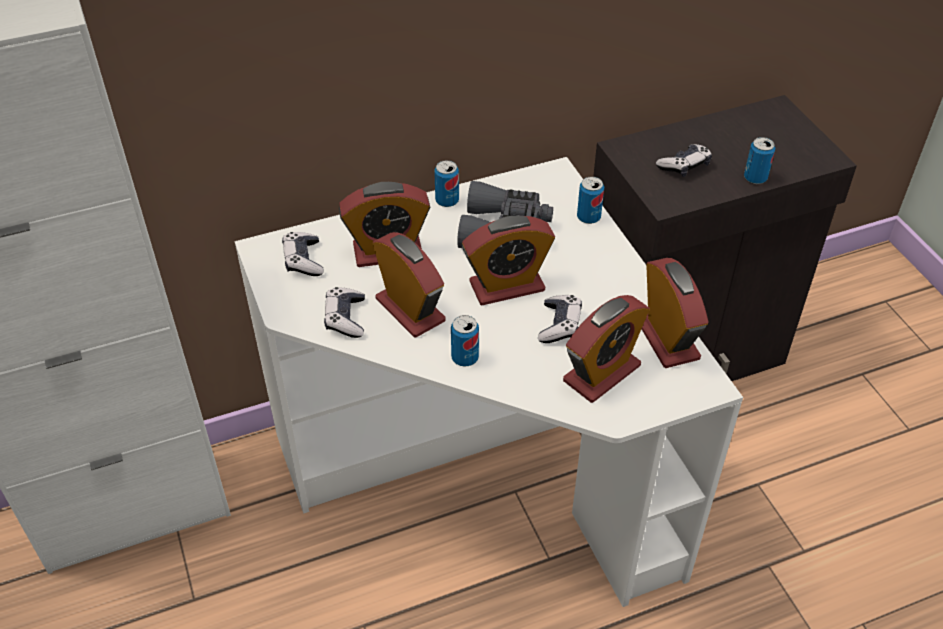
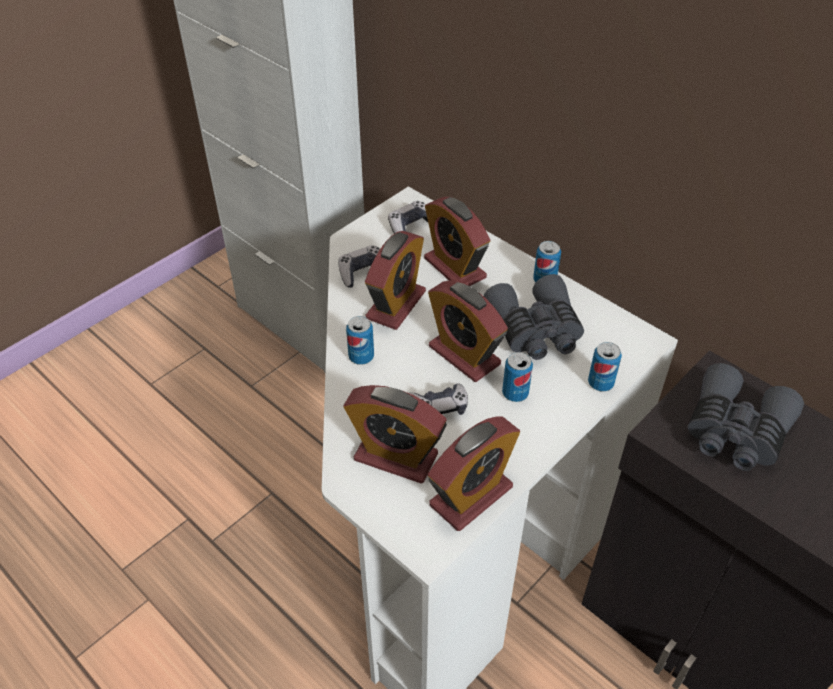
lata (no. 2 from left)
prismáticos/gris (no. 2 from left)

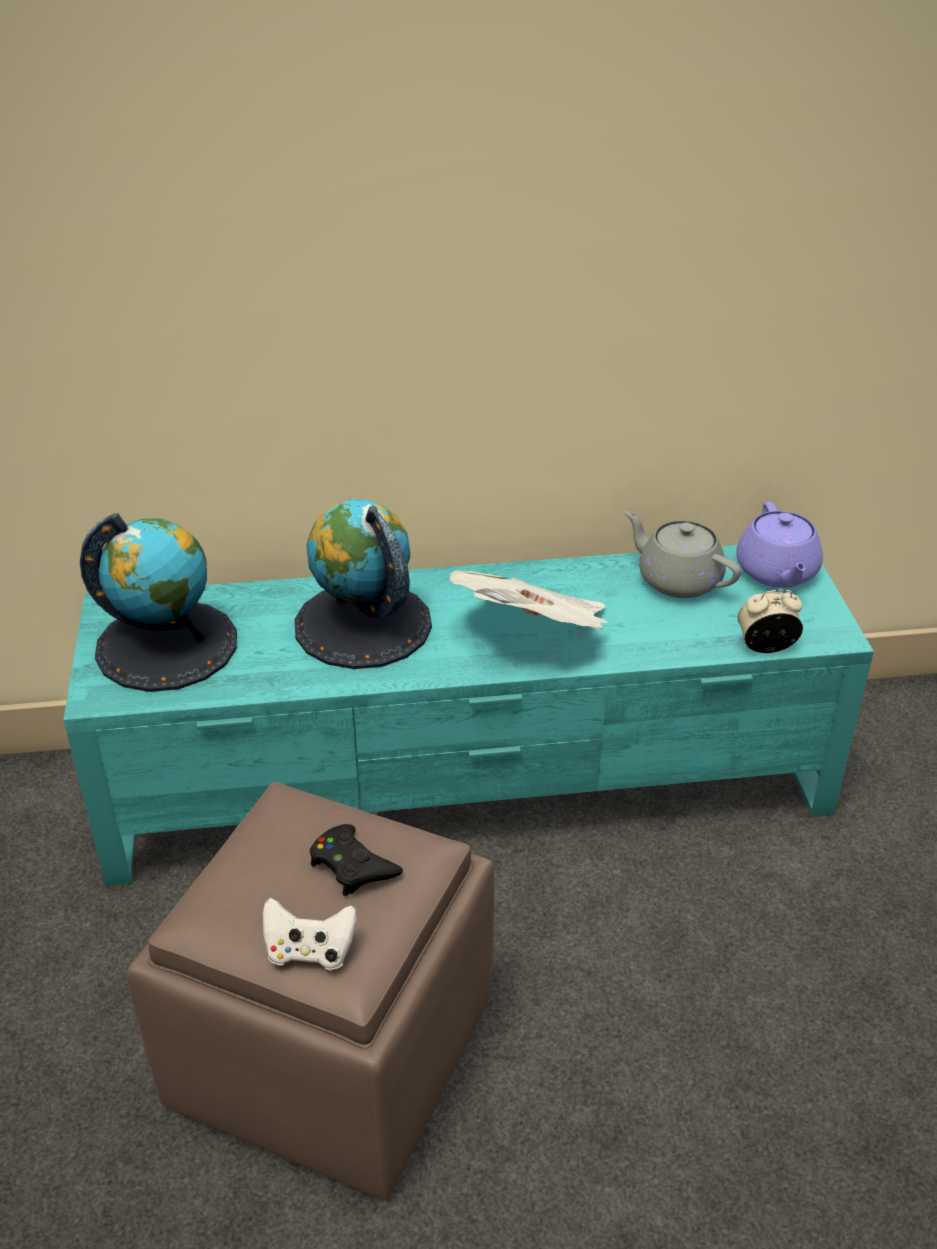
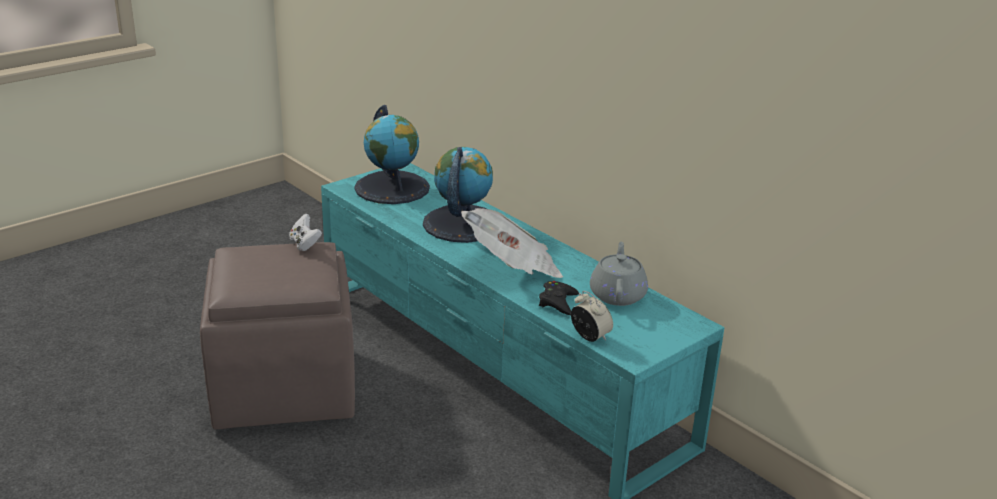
tetera/morado
mando de consola/blanco
mando de consola/negro

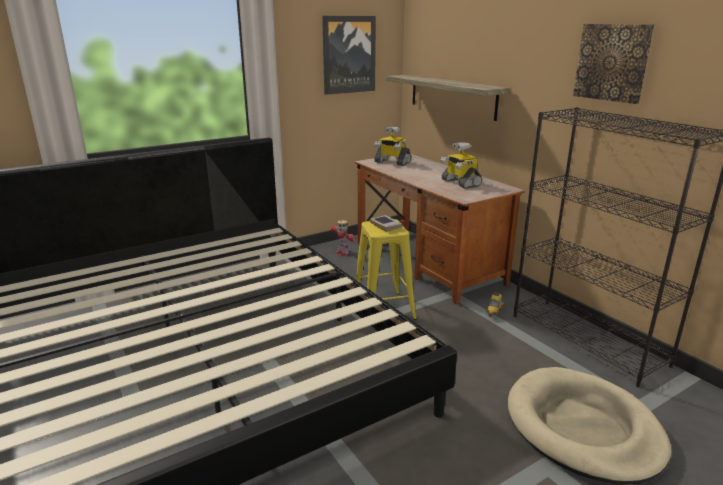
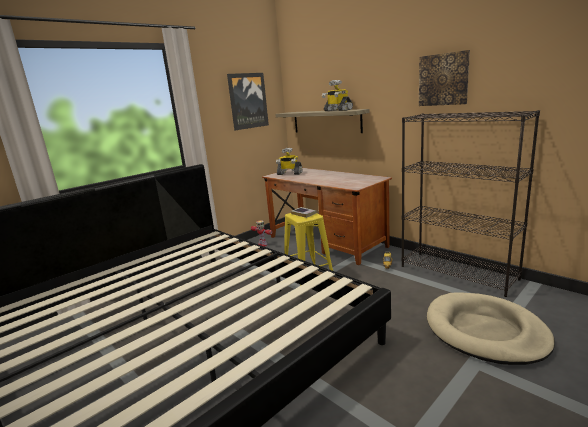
robot de juguete (no. 3 from left)

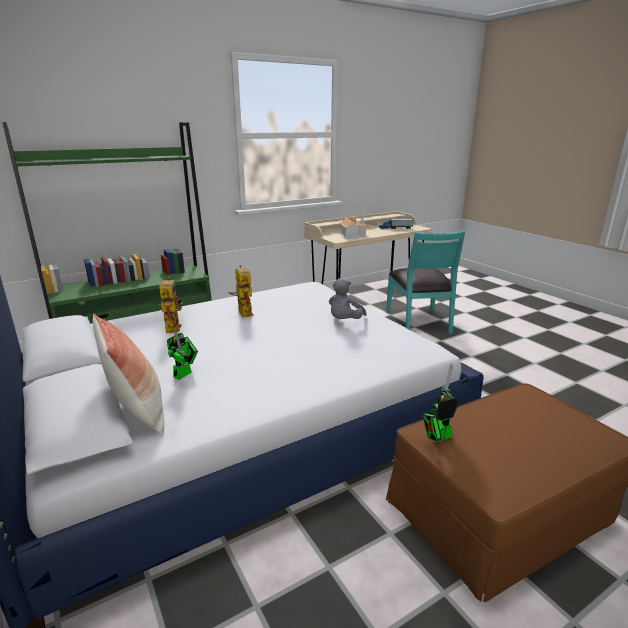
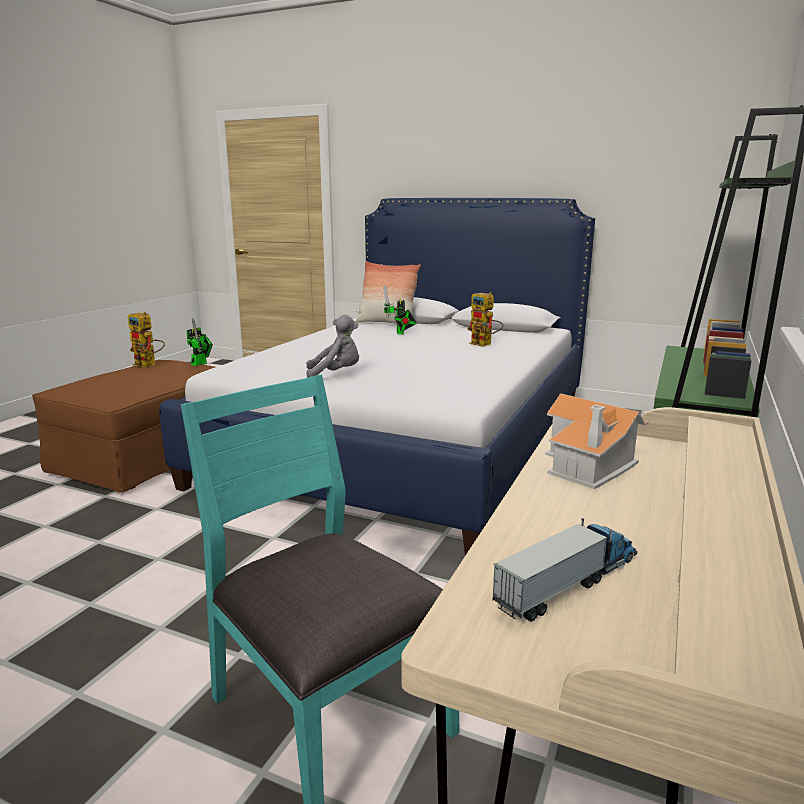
robot de juguete (no. 1 from left)
peluche/gris

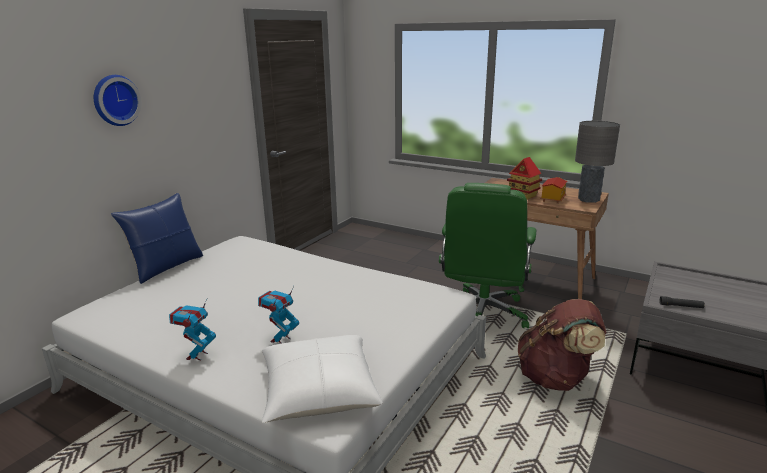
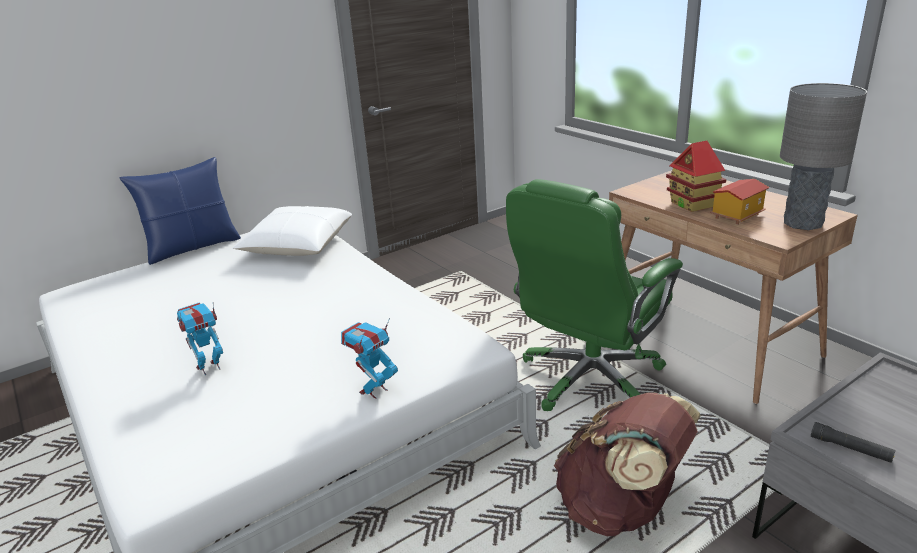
reloj de pared
robot de juguete (no. 2 from left)
cojín/blanco

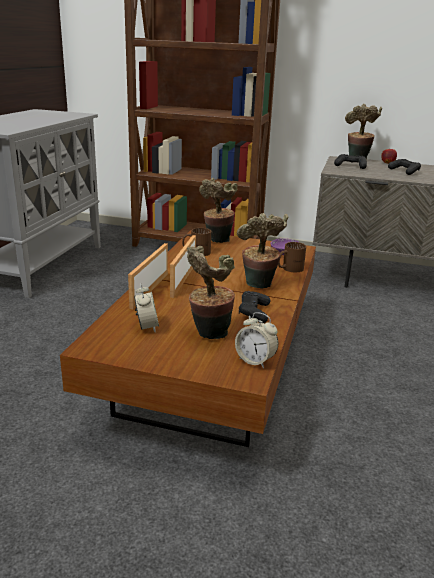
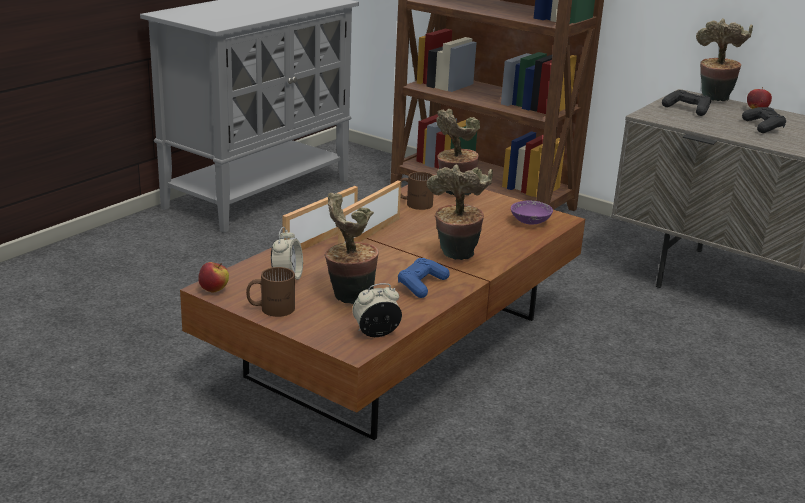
manzana (no. 1 from left)
taza grande/marrón (no. 1 from left)
mando de consola/azul
despertador (no. 2 from left)

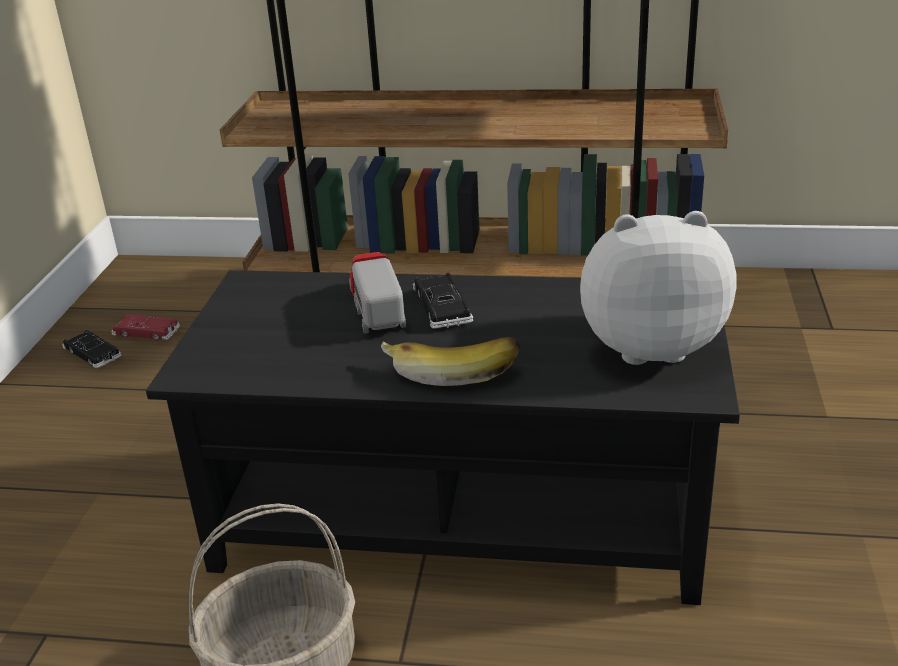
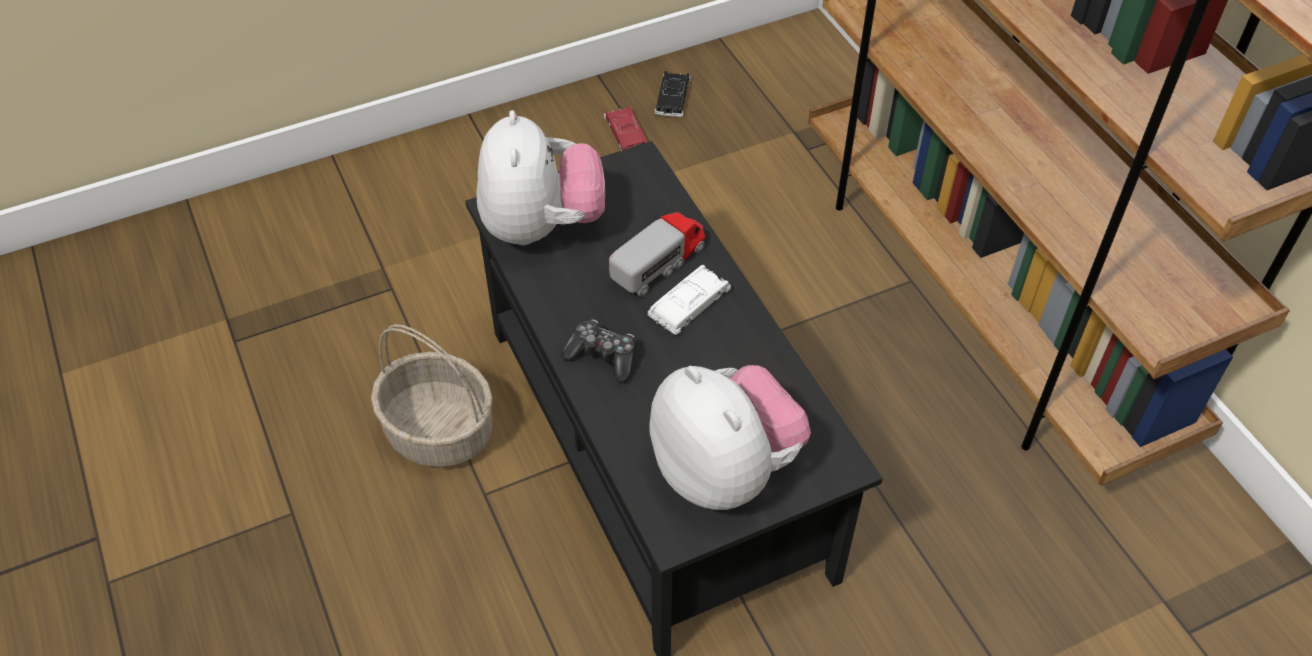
peluche (no. 1 from left)
coche de juguete/rojo
mando de consola
coche de juguete/blanco

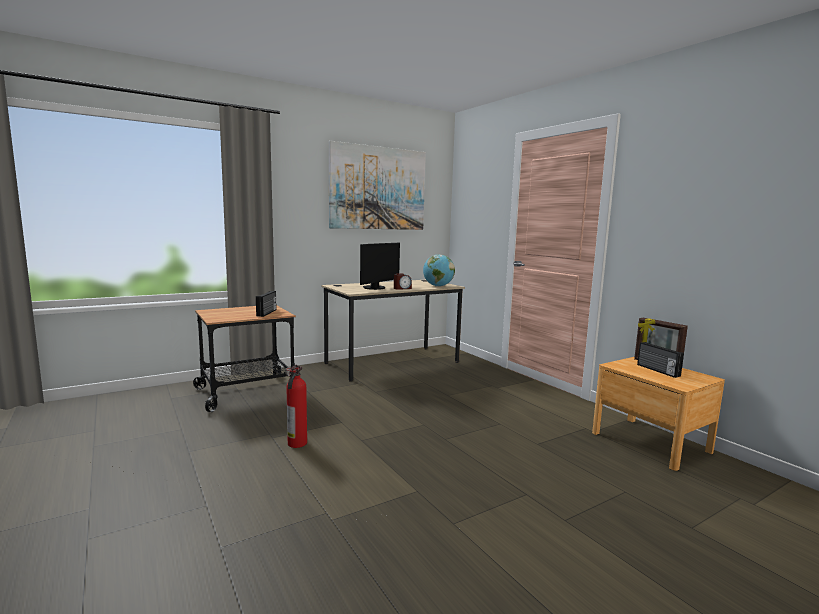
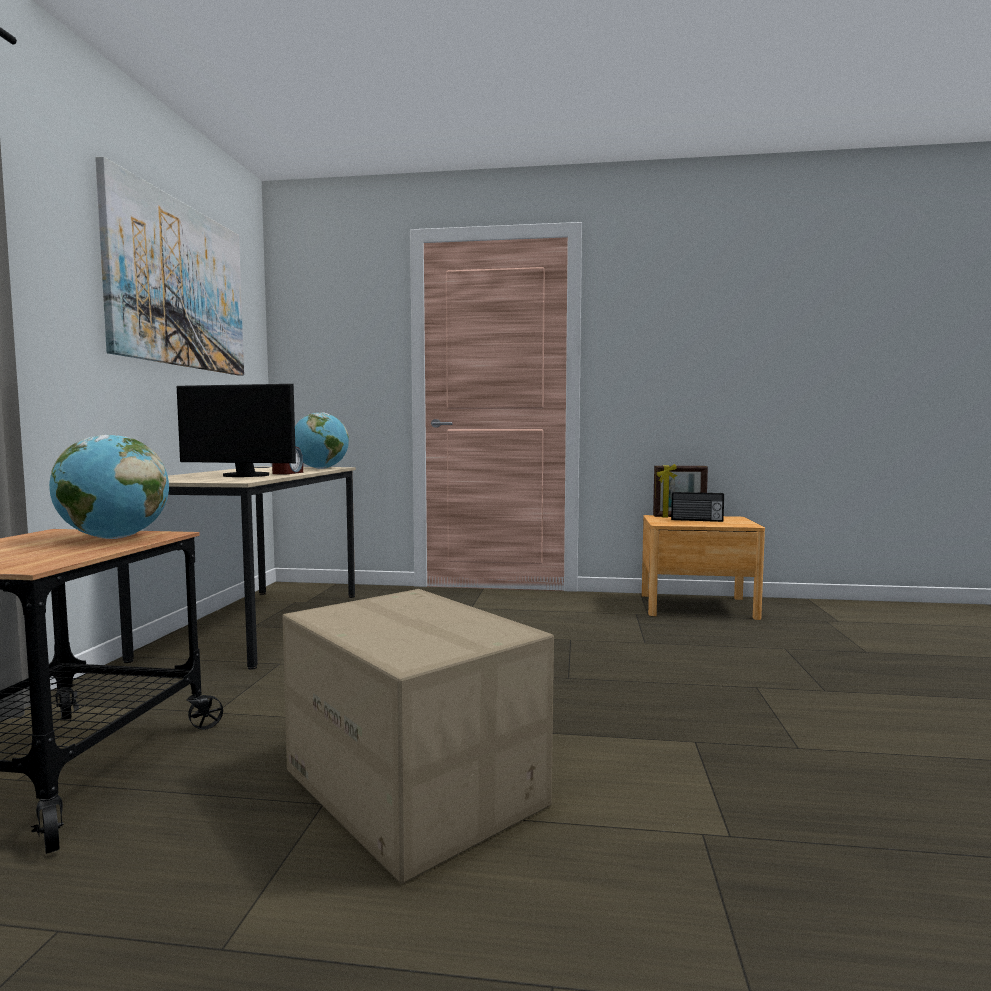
globo terráqueo (no. 1 from left)
caja de cartón
monitor

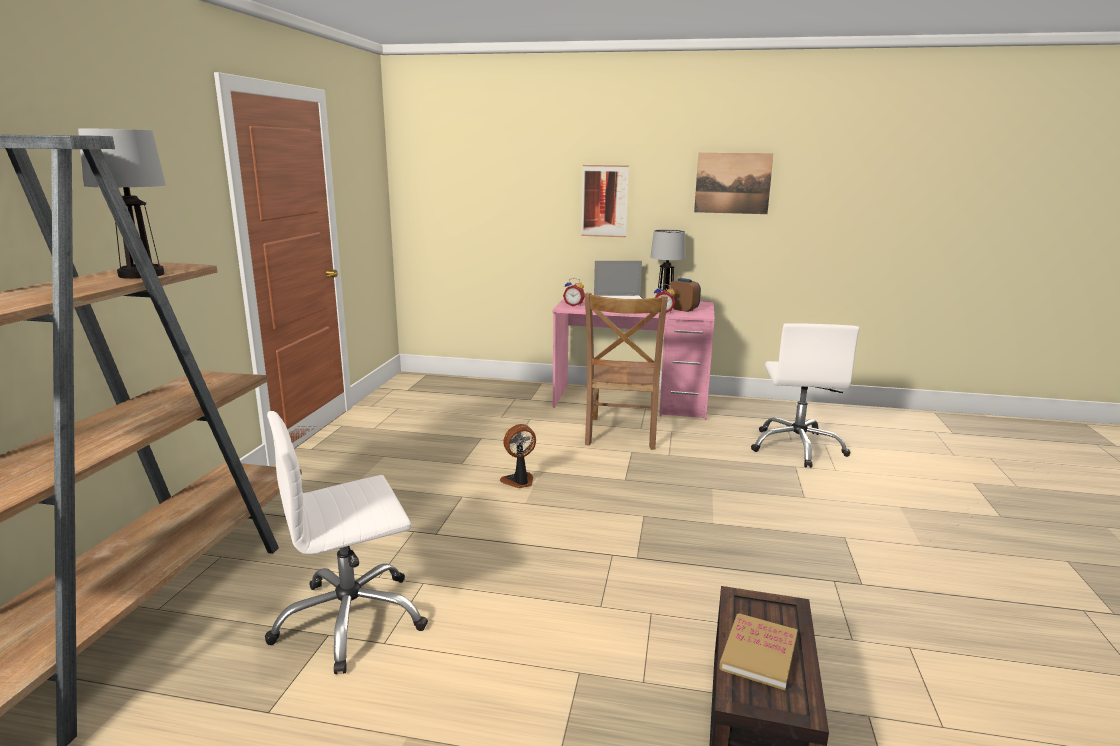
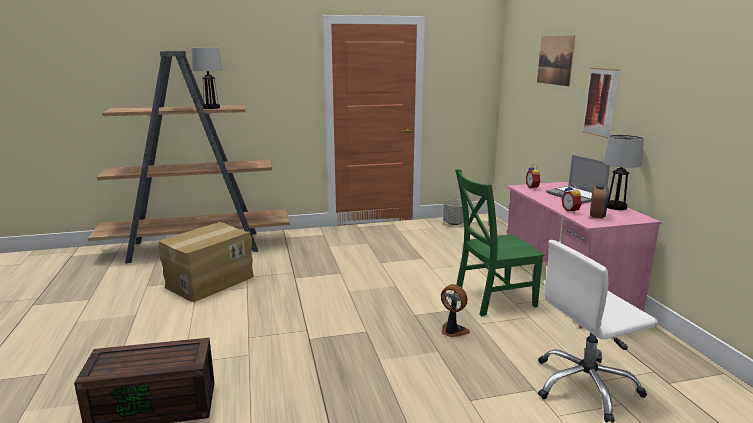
libro
maceta/gris
ventilador
cuadro (no. 1 from left)
caja de cartón
silla/verde

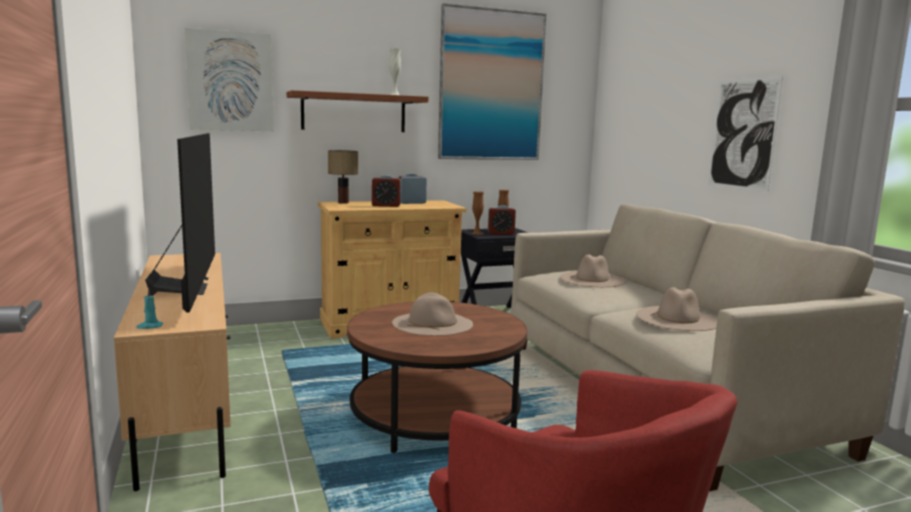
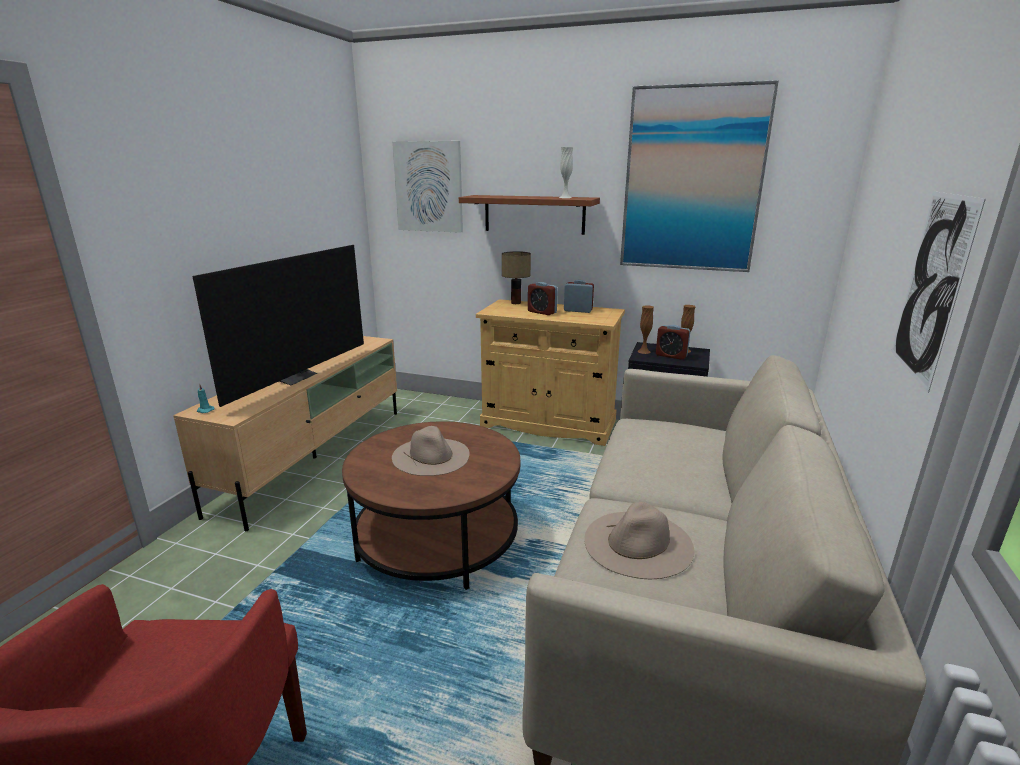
sombrero/beis (no. 2 from left in the first image)

